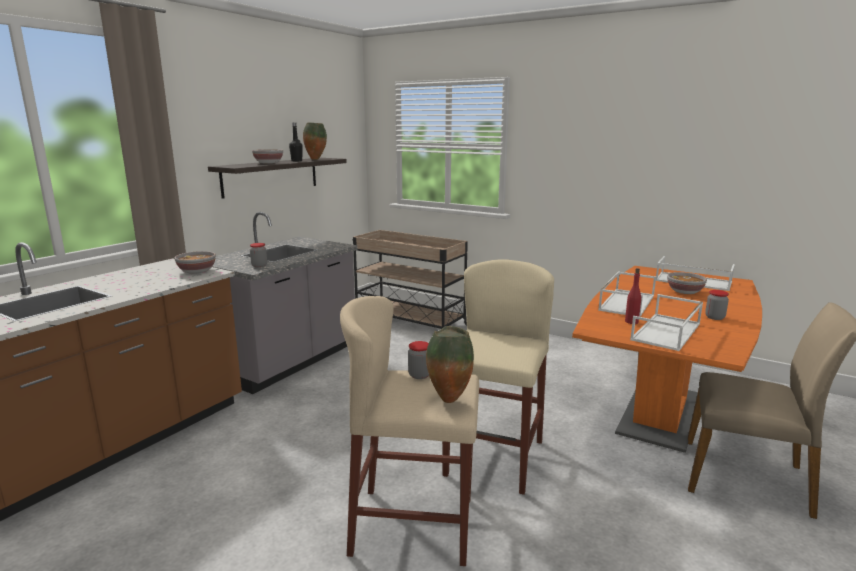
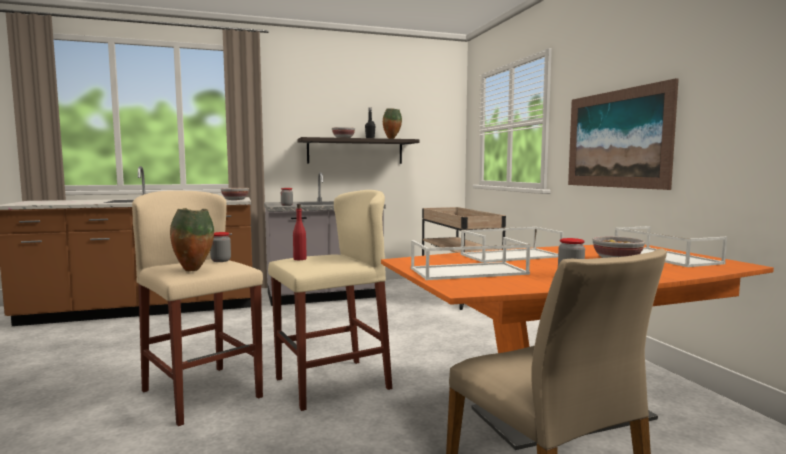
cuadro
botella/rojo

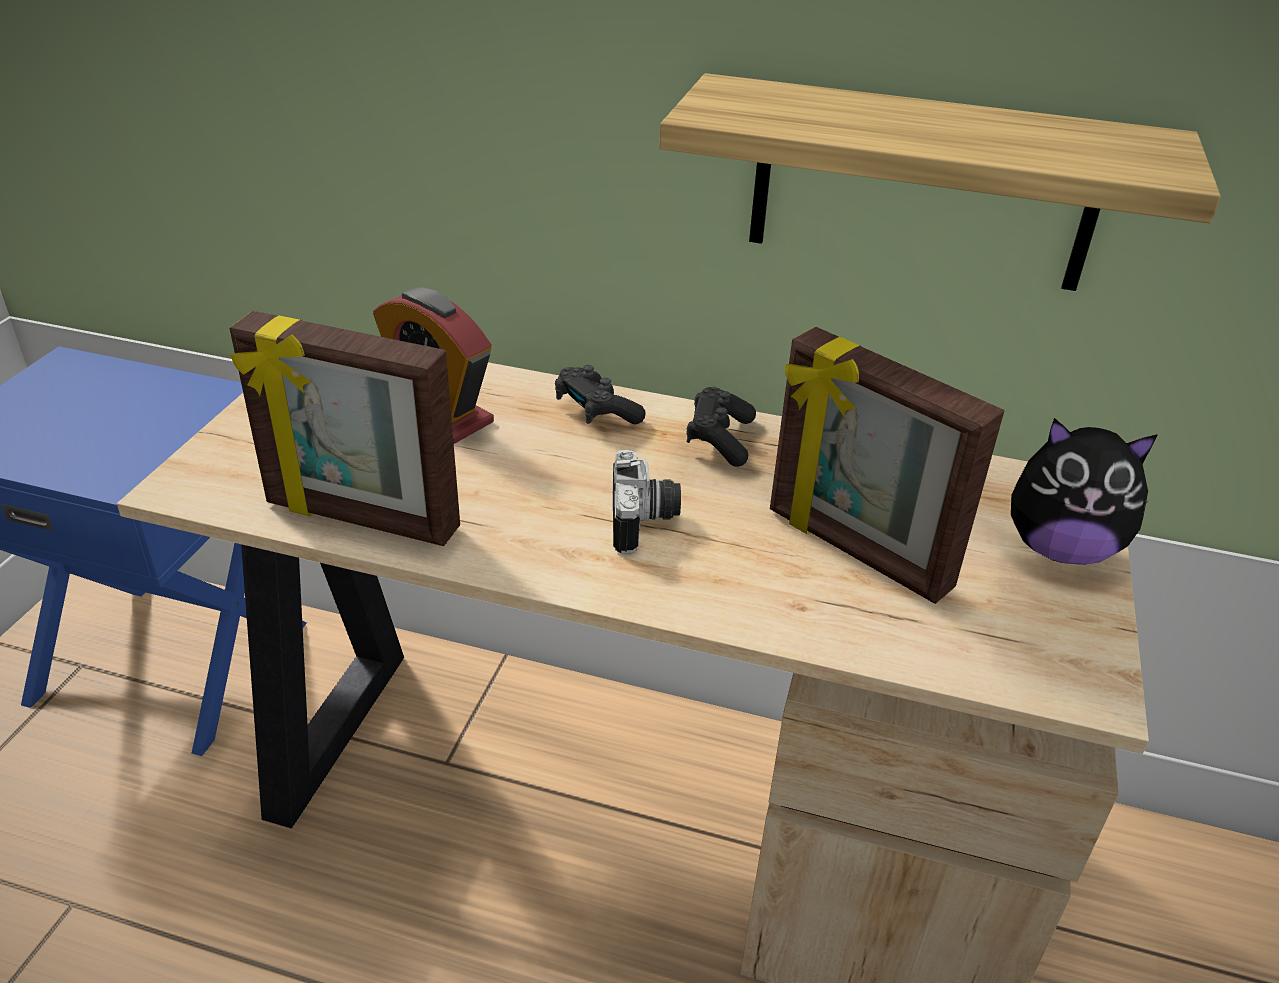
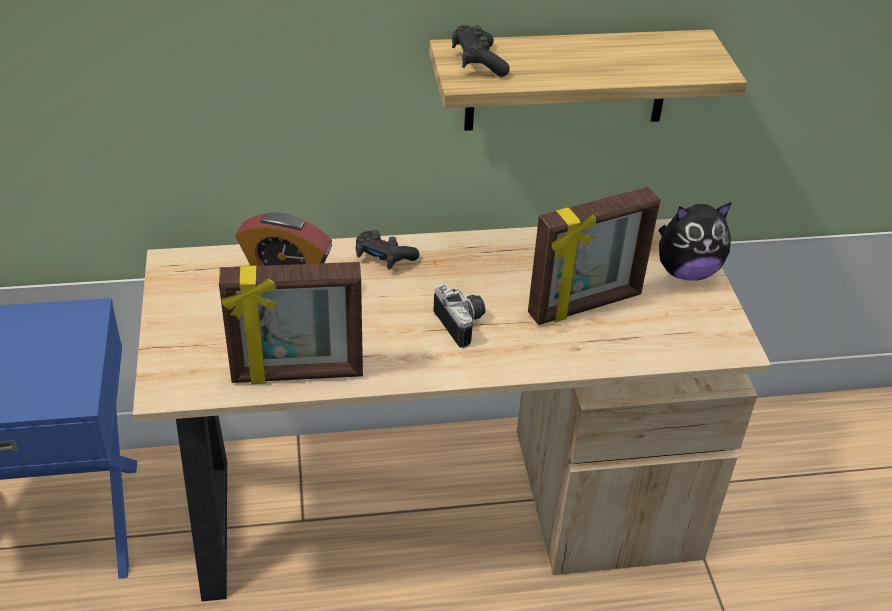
mando de consola/negro (no. 2 from left)
portarretratos (no. 2 from left)

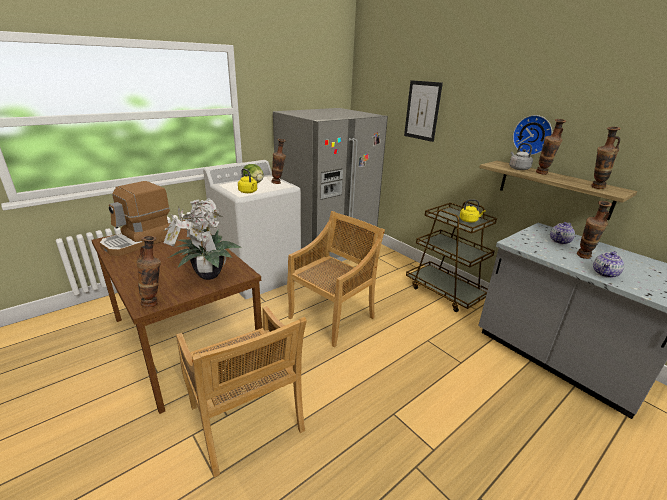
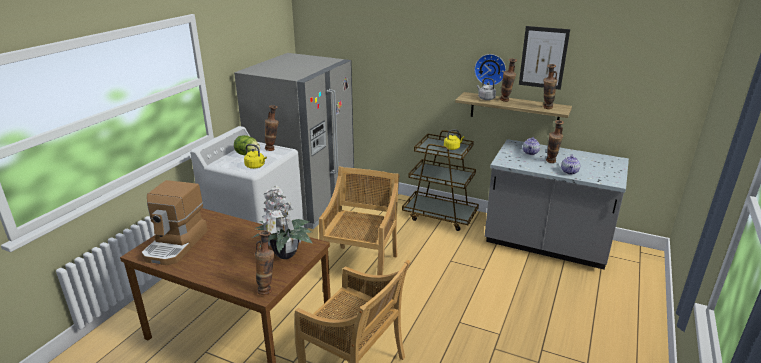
cuadro

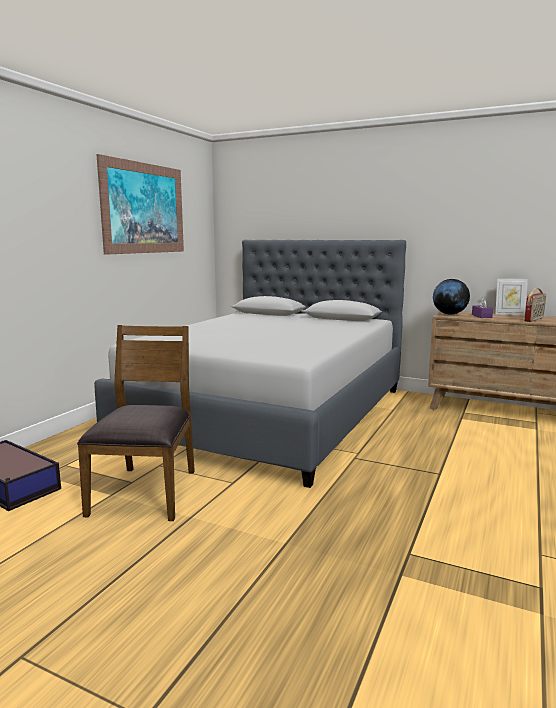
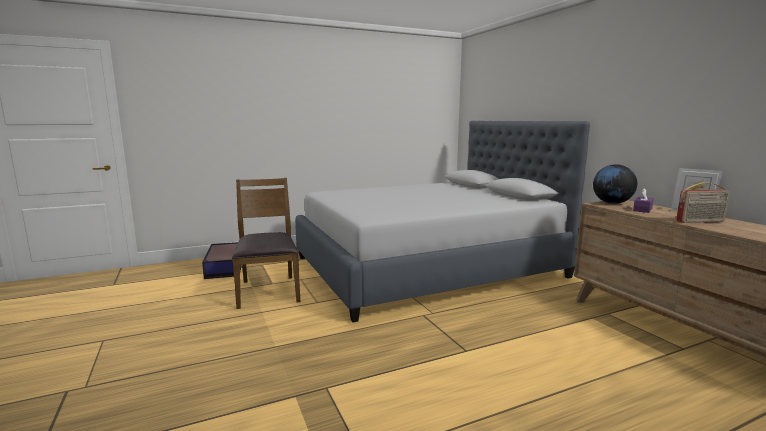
cuadro
silla/marrón

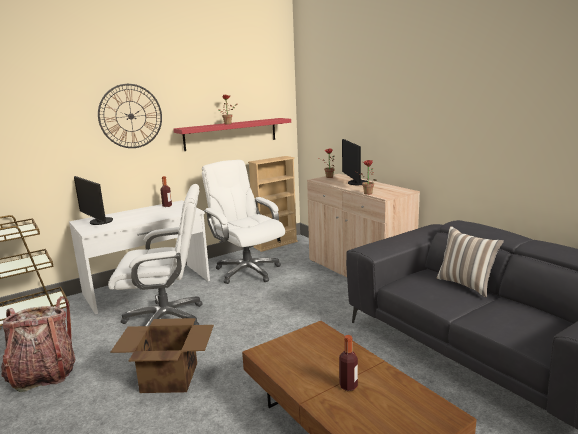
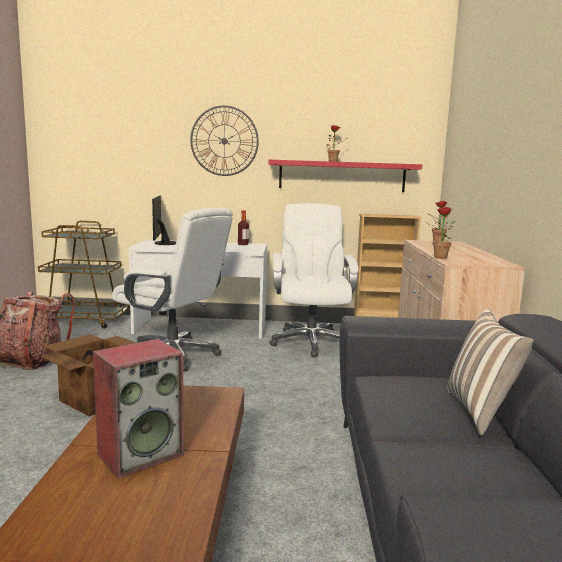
monitor (no. 2 from left in the first image)
altavoz

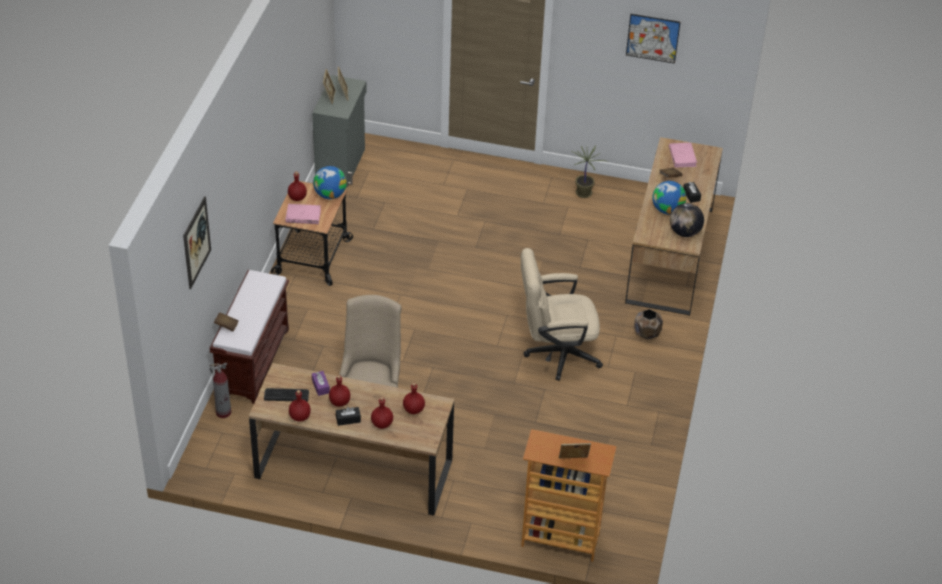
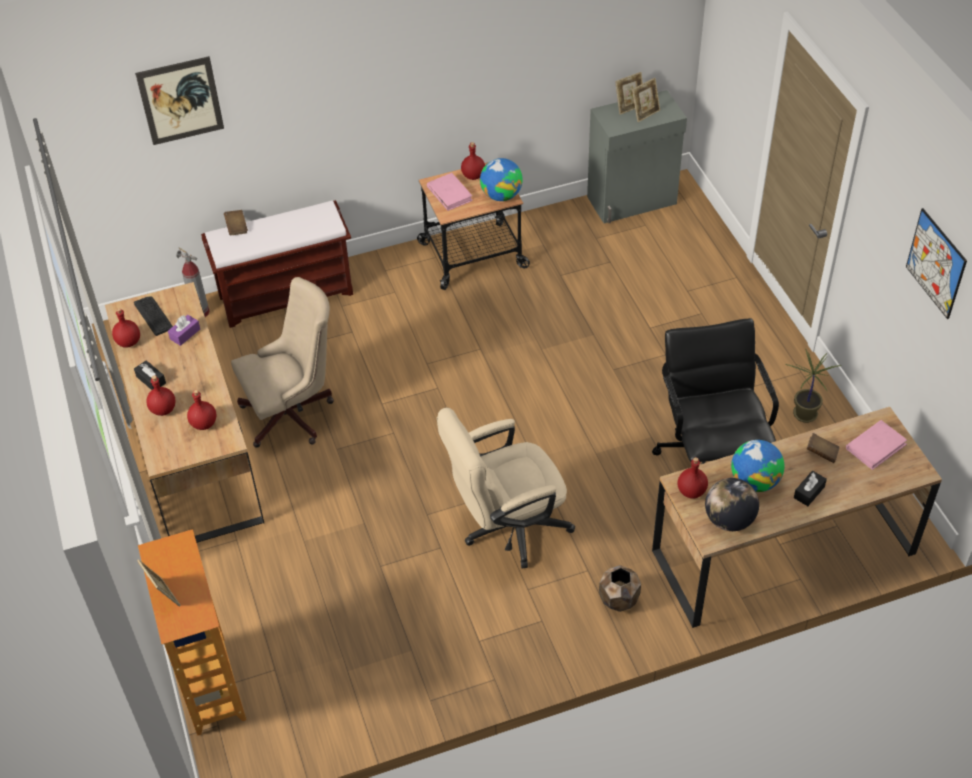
silla de oficina/negro
botella/rojo (no. 5 from left)
silla de oficina/beis (no. 2 from left)

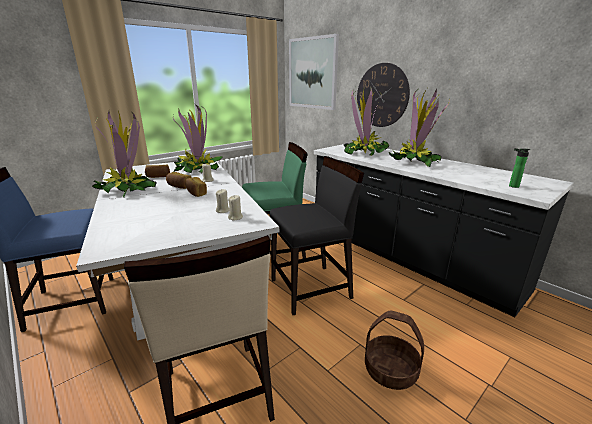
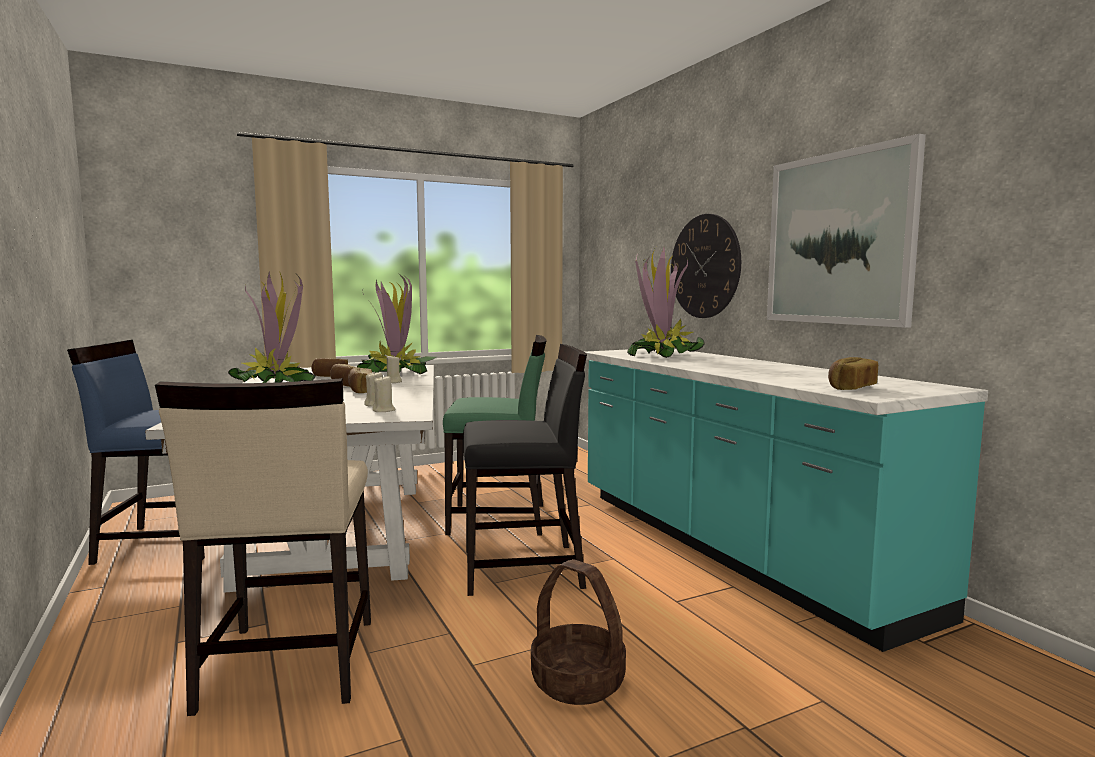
planta en maceta (no. 4 from left in the first image)
cuadro
pan (no. 4 from left)
mueble bajo de cocina/turquesa

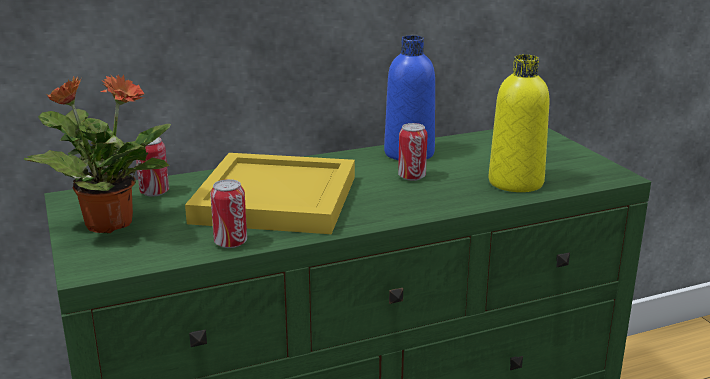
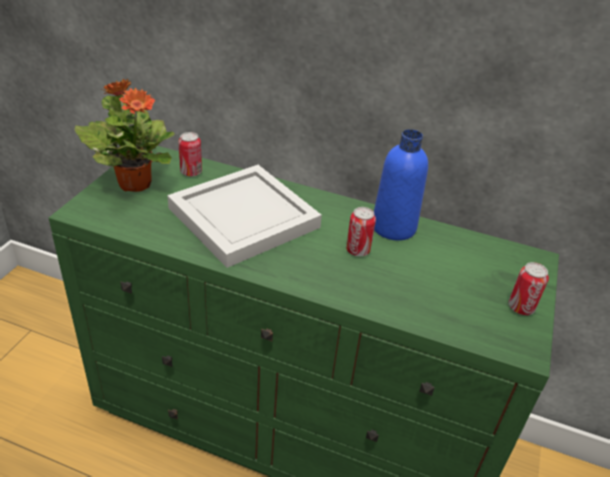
botella/amarillo
lata (no. 3 from left)
bandeja/blanco

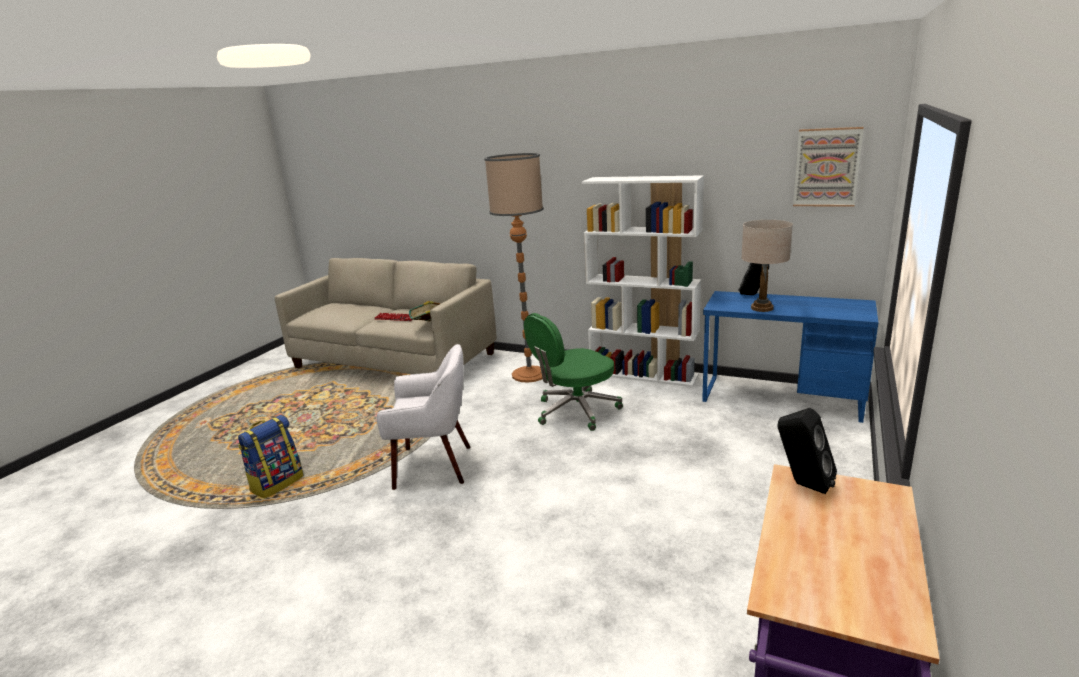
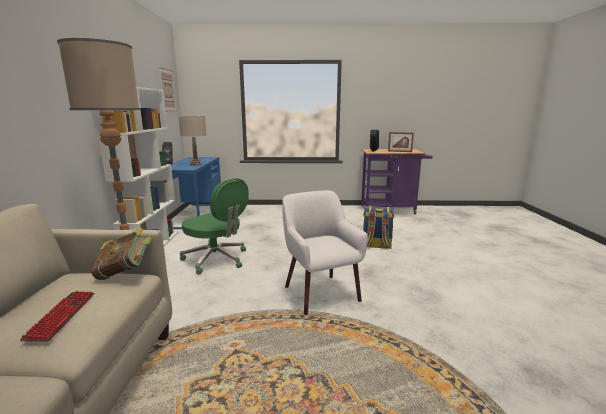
portarretratos
mochila

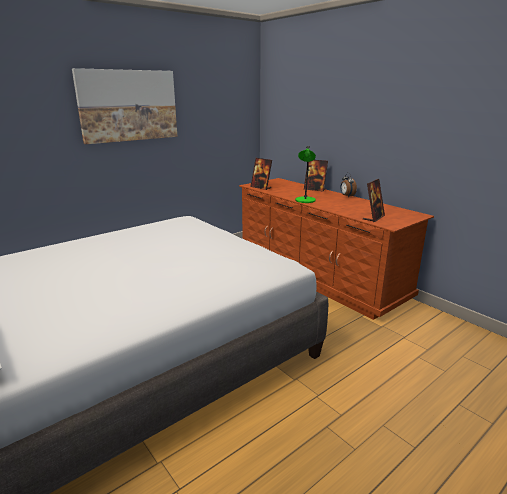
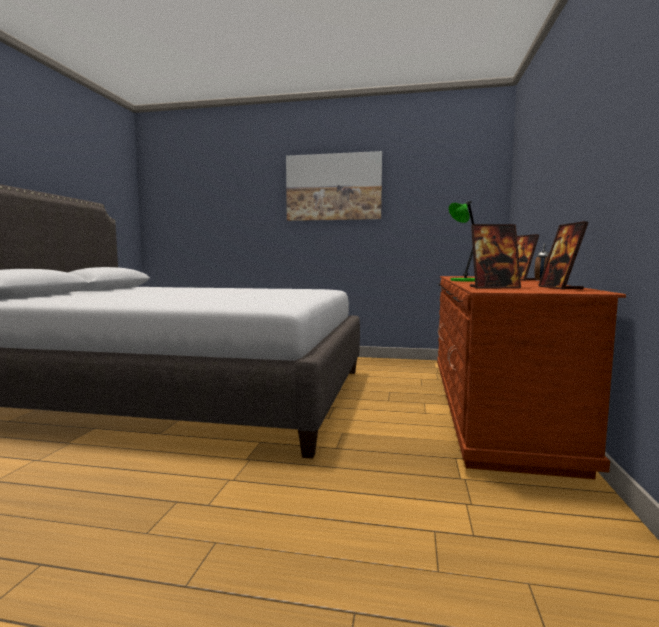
portarretratos (no. 3 from left)

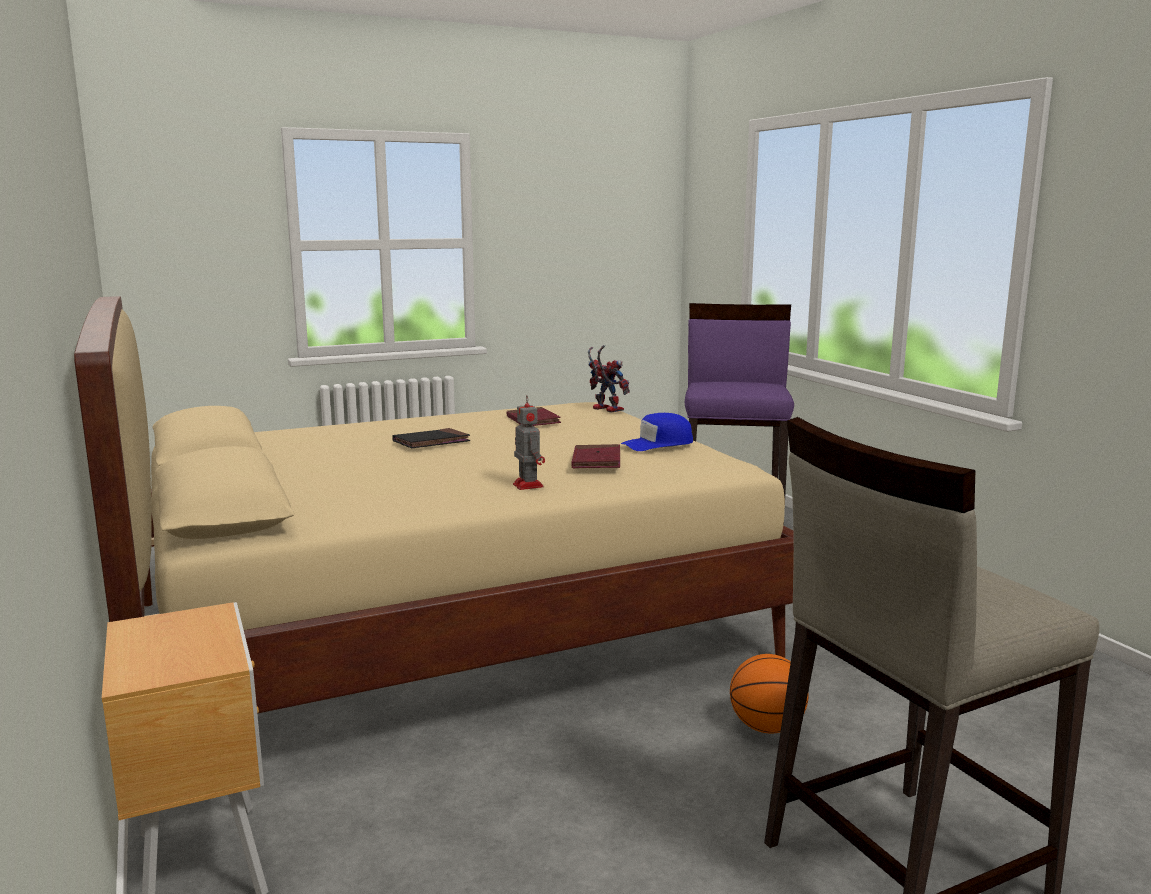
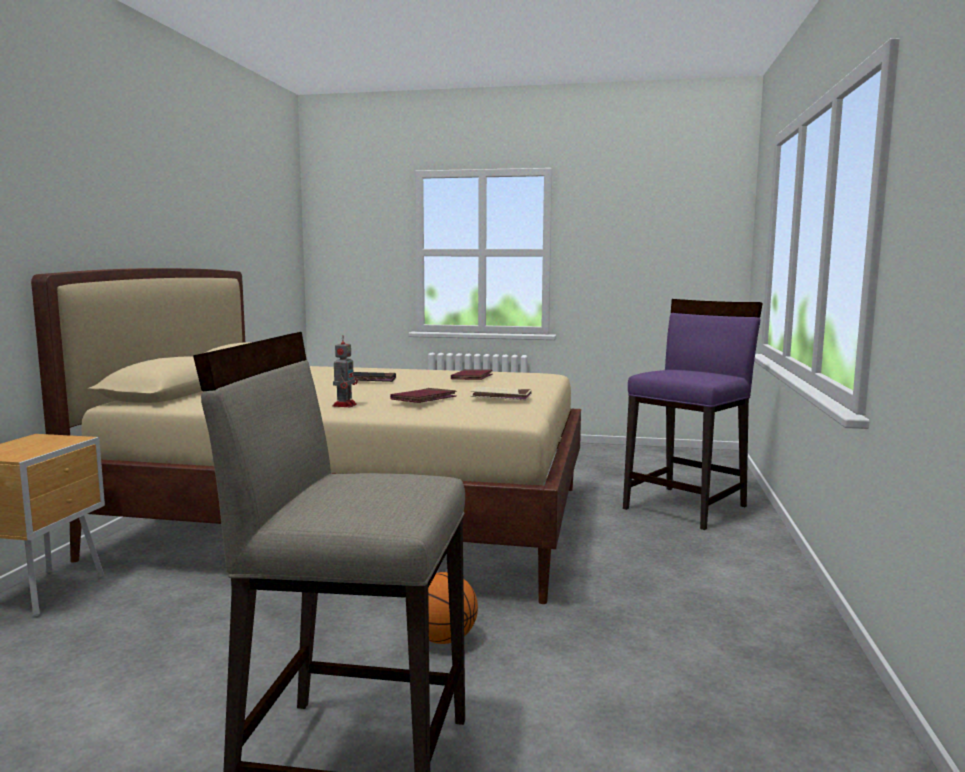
robot de juguete (no. 2 from left in the first image)
libro/beis

